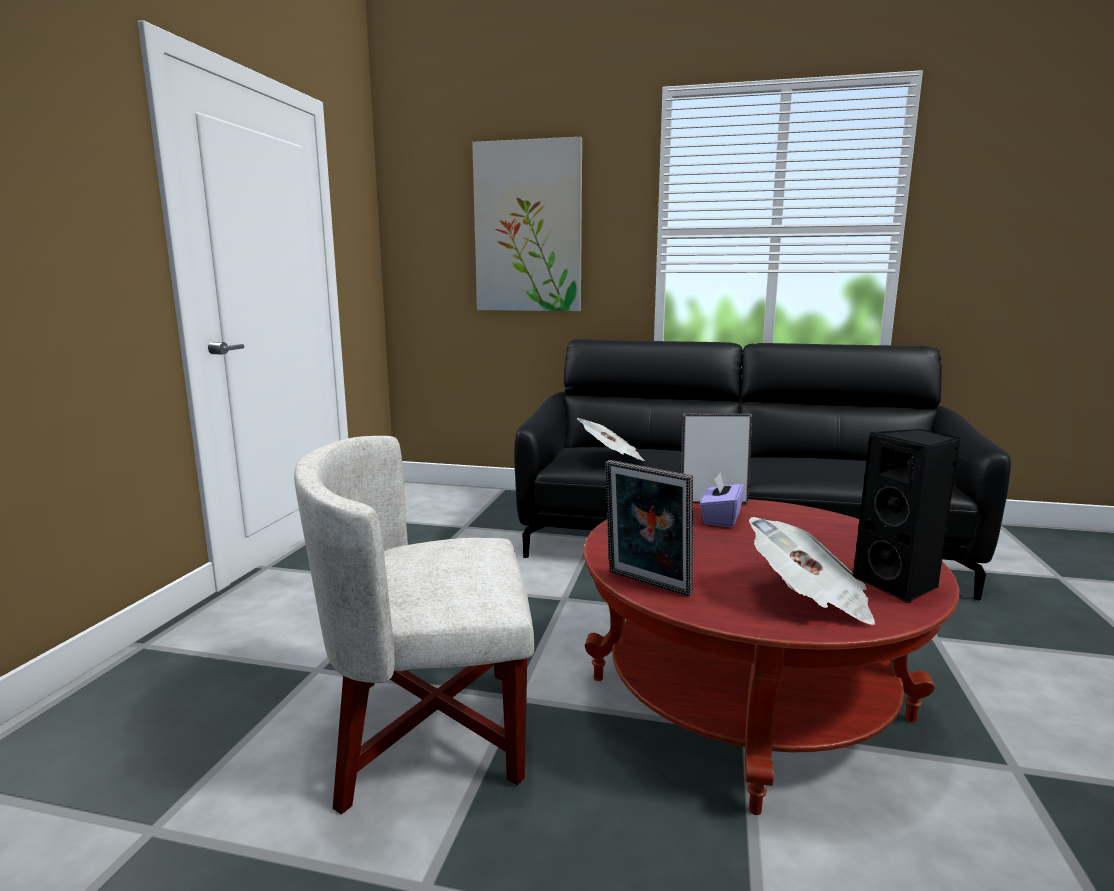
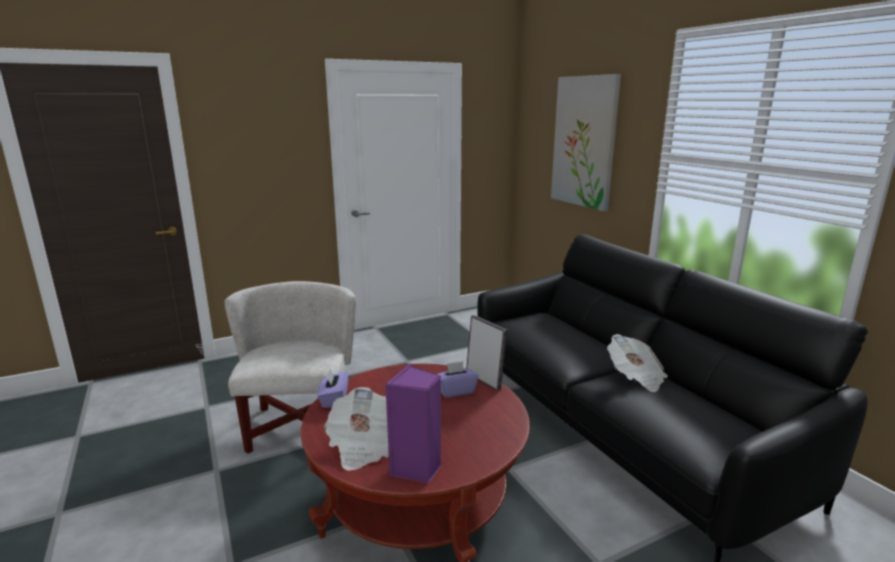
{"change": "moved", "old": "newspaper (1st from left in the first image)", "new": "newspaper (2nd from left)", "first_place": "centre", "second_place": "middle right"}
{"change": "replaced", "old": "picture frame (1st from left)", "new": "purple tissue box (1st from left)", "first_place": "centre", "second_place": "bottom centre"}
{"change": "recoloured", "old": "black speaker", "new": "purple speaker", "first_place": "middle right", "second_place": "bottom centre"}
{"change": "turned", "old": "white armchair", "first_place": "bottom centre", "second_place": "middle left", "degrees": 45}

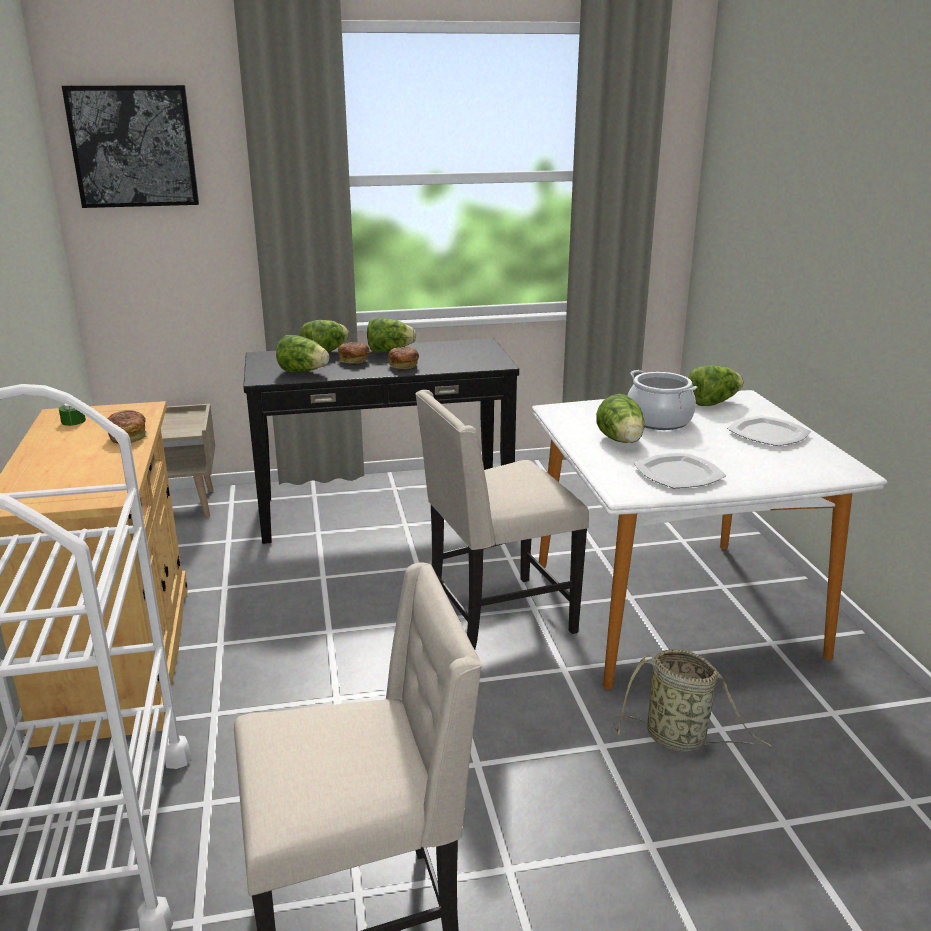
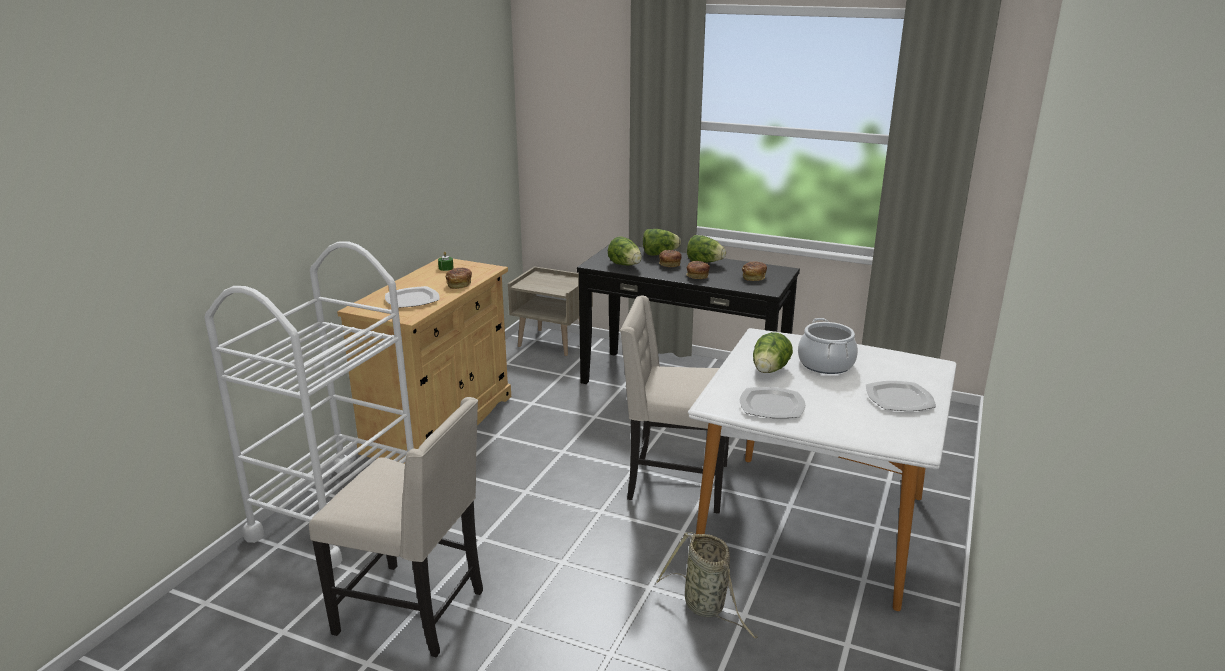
{"change": "removed", "old": "picture", "first_place": "top left"}
{"change": "removed", "old": "lettuce (5th from left)", "first_place": "middle right"}
{"change": "added", "new": "plate (1st from left)", "second_place": "centre"}
{"change": "added", "new": "bread (4th from left)", "second_place": "centre"}

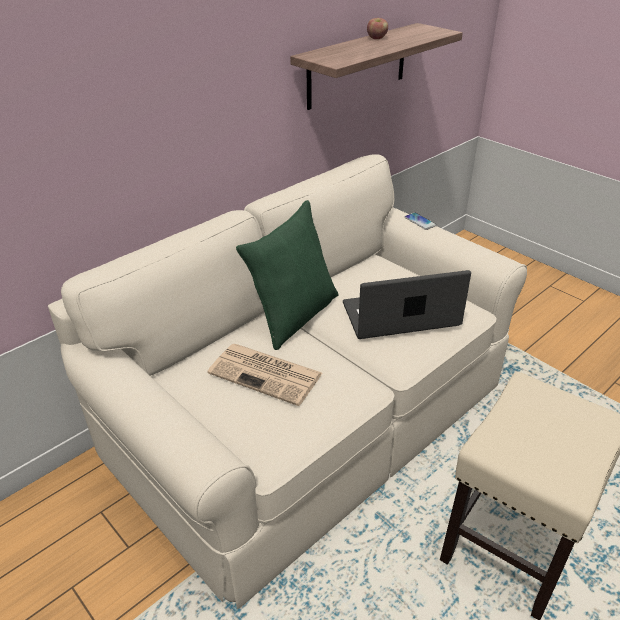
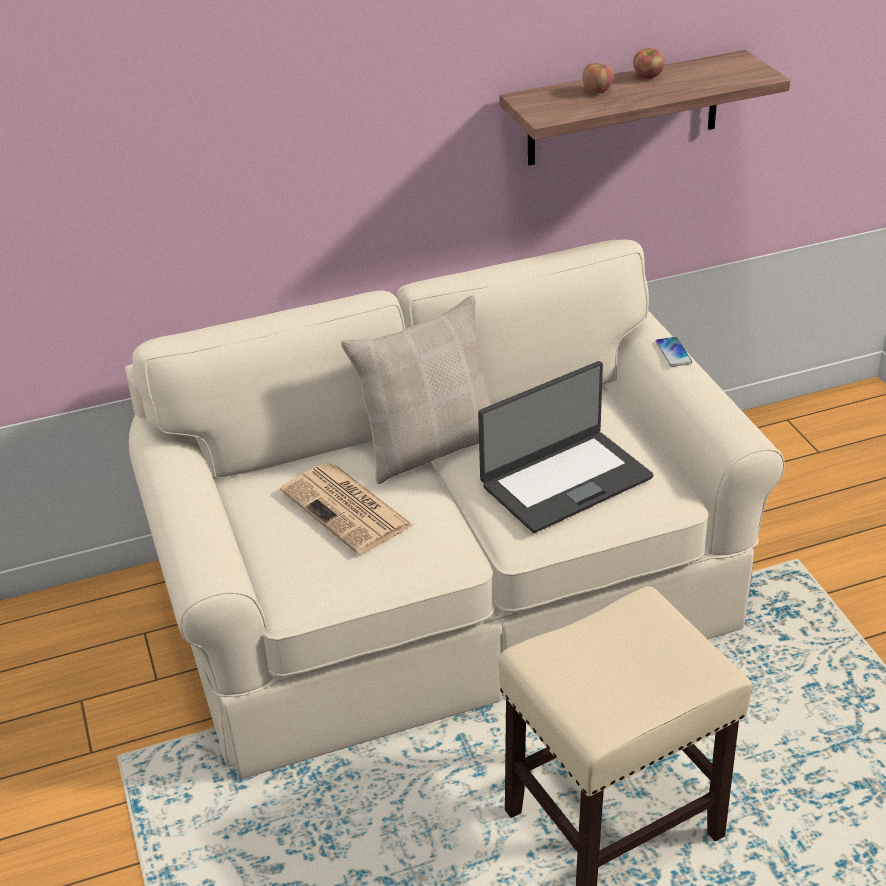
{"change": "added", "new": "apple (1st from left)", "second_place": "top right"}
{"change": "recoloured", "old": "green pillow", "new": "beige pillow", "first_place": "centre", "second_place": "centre"}
{"change": "turned", "old": "laptop", "first_place": "centre", "second_place": "centre", "degrees": 135}

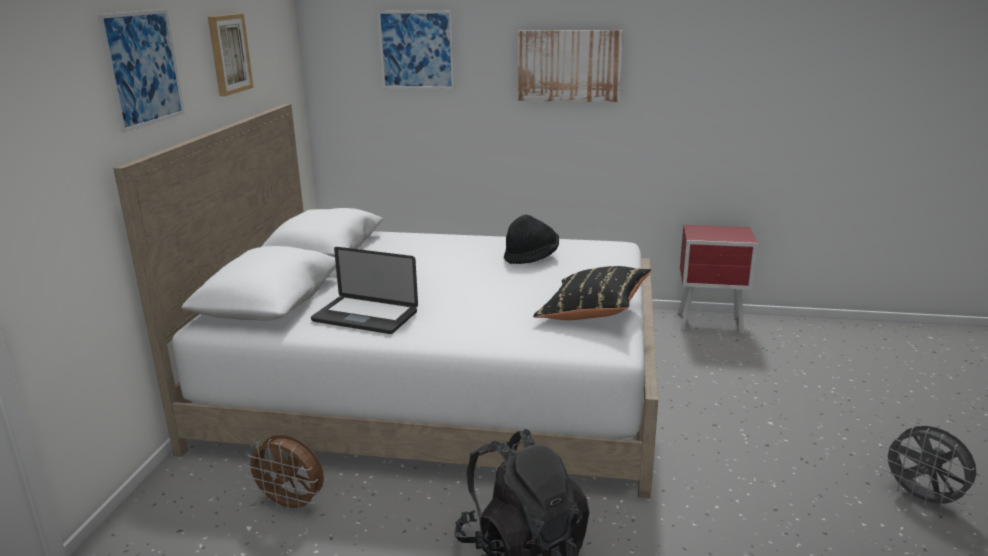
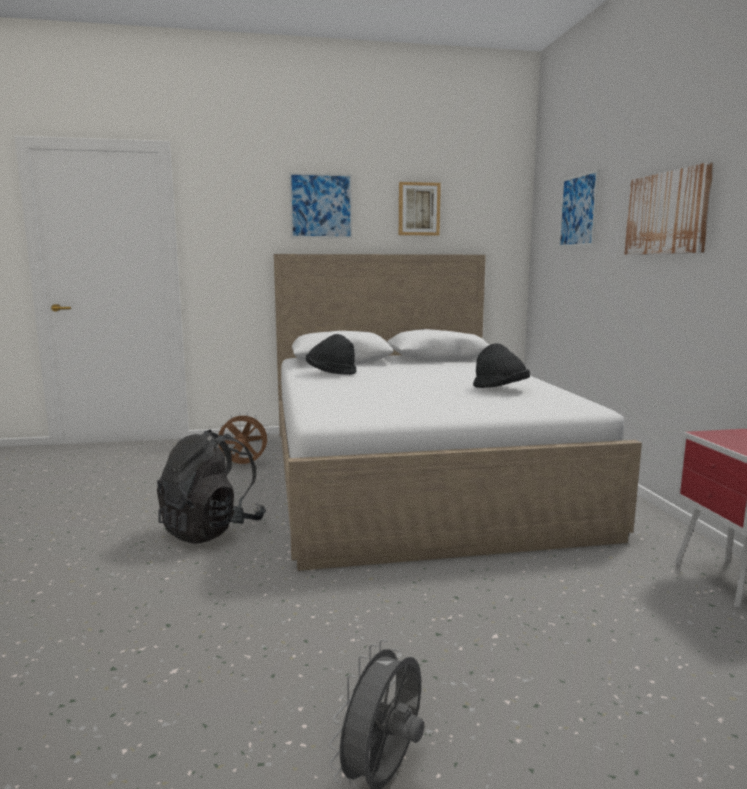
{"change": "removed", "old": "black pillow", "first_place": "centre"}
{"change": "replaced", "old": "laptop", "new": "black hat (1st from left)", "first_place": "centre", "second_place": "centre"}
{"change": "turned", "old": "brown fan", "first_place": "bottom left", "second_place": "middle left", "degrees": 90}

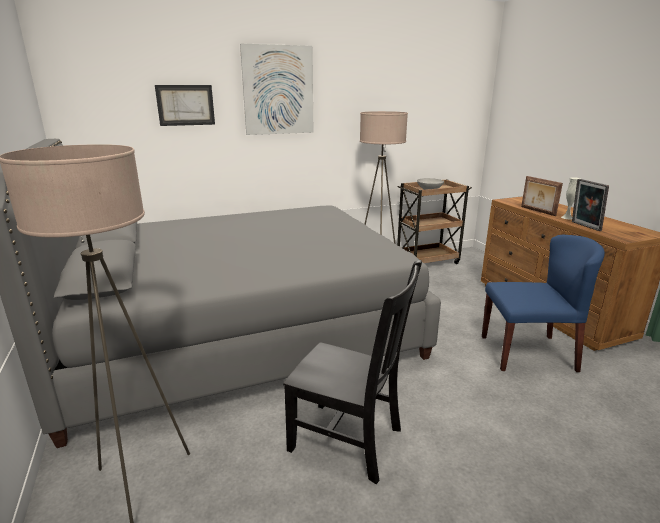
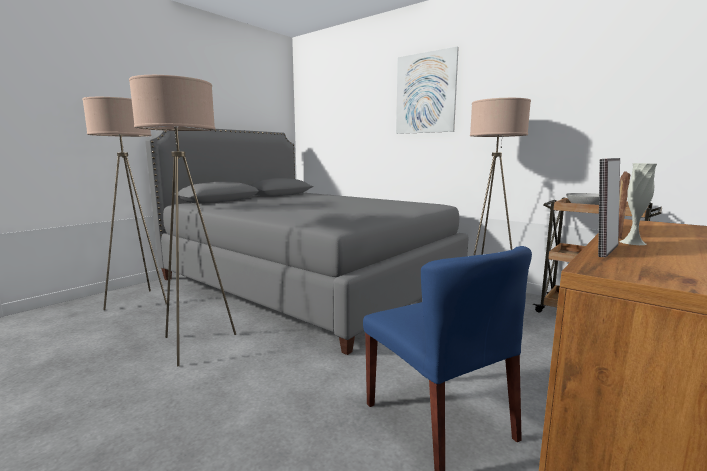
{"change": "removed", "old": "picture (1st from left)", "first_place": "top left"}
{"change": "replaced", "old": "black chair", "new": "beige floor lamp (2nd from left)", "first_place": "bottom centre", "second_place": "middle left"}

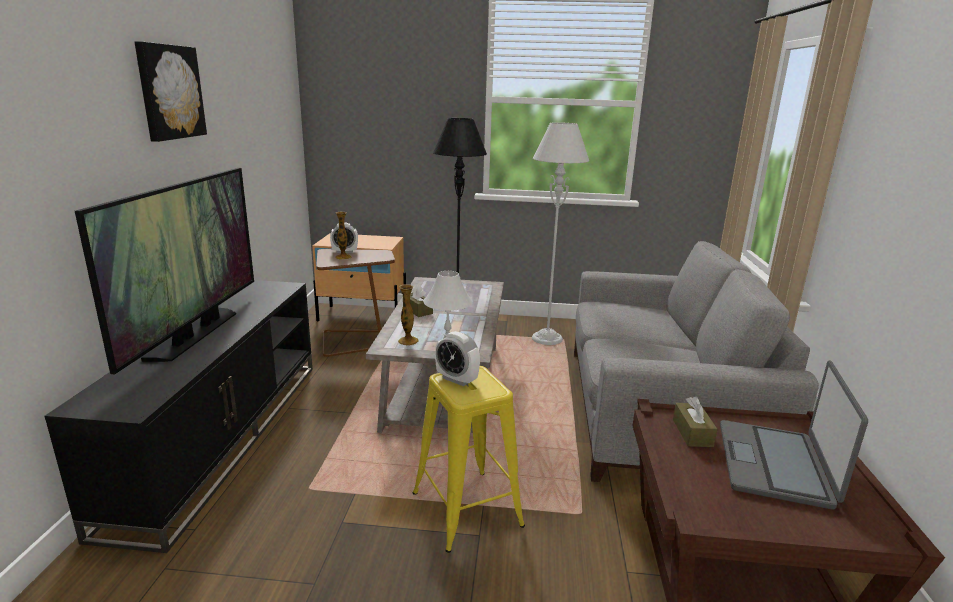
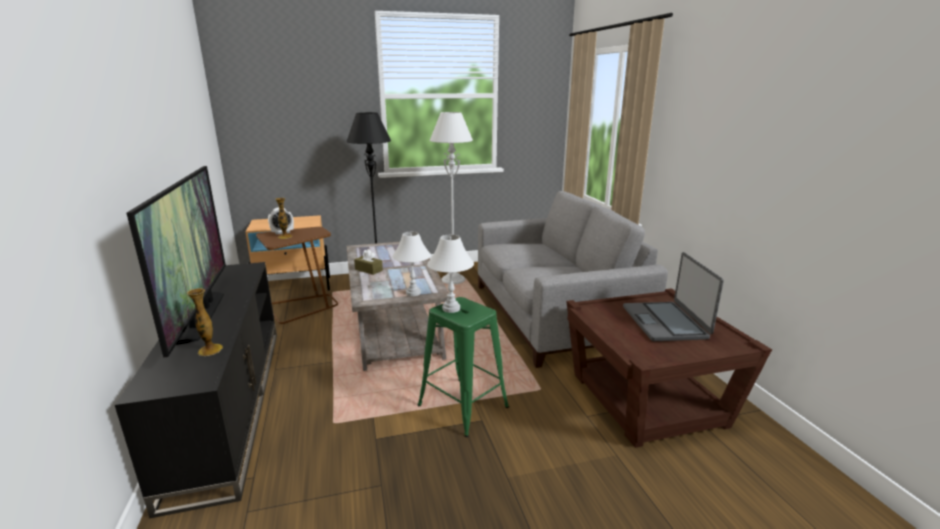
{"change": "removed", "old": "picture", "first_place": "top left"}
{"change": "removed", "old": "brown tissue box (2nd from left)", "first_place": "bottom right"}
{"change": "moved", "old": "vase (2nd from left in the first image)", "new": "vase (1st from left)", "first_place": "centre", "second_place": "middle left"}
{"change": "replaced", "old": "alarm clock (2nd from left)", "new": "white table lamp (2nd from left)", "first_place": "centre", "second_place": "centre"}
{"change": "recoloured", "old": "yellow stool", "new": "green stool", "first_place": "bottom centre", "second_place": "bottom centre"}

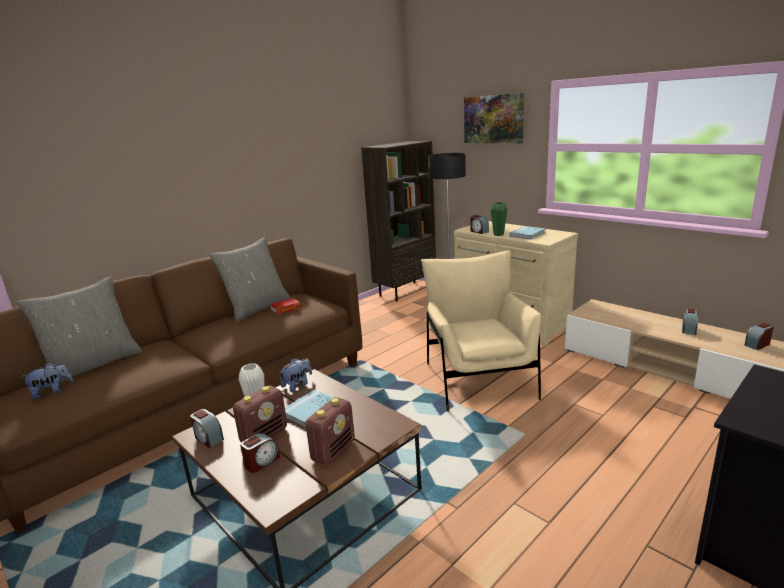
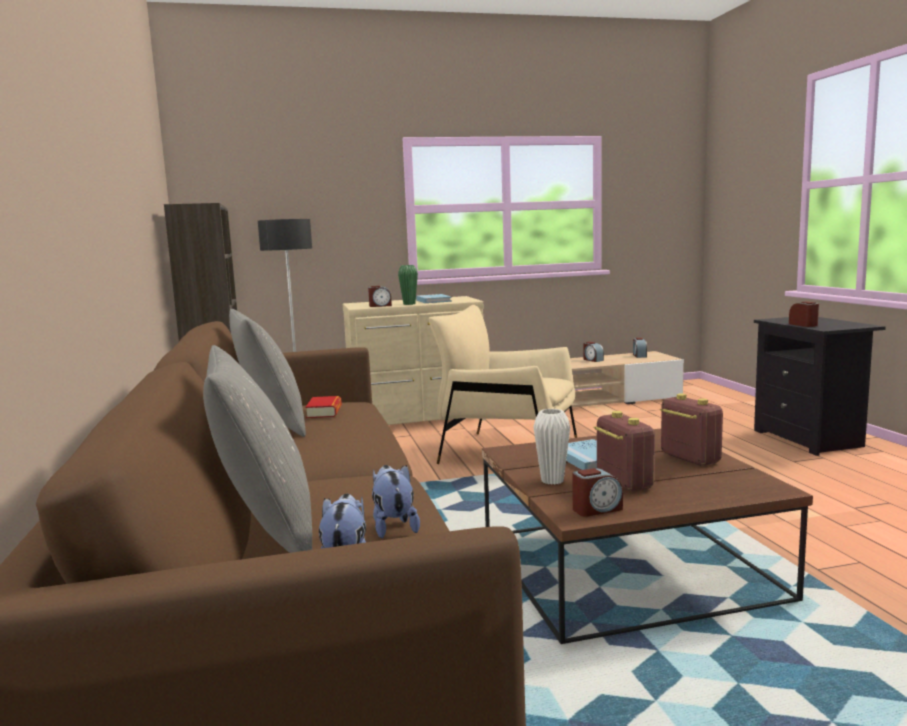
{"change": "removed", "old": "picture", "first_place": "top centre"}
{"change": "moved", "old": "alarm clock (2nd from left in the first image)", "new": "alarm clock (5th from left)", "first_place": "bottom left", "second_place": "middle right"}
{"change": "moved", "old": "plush toy (2nd from left)", "first_place": "centre", "second_place": "bottom centre"}

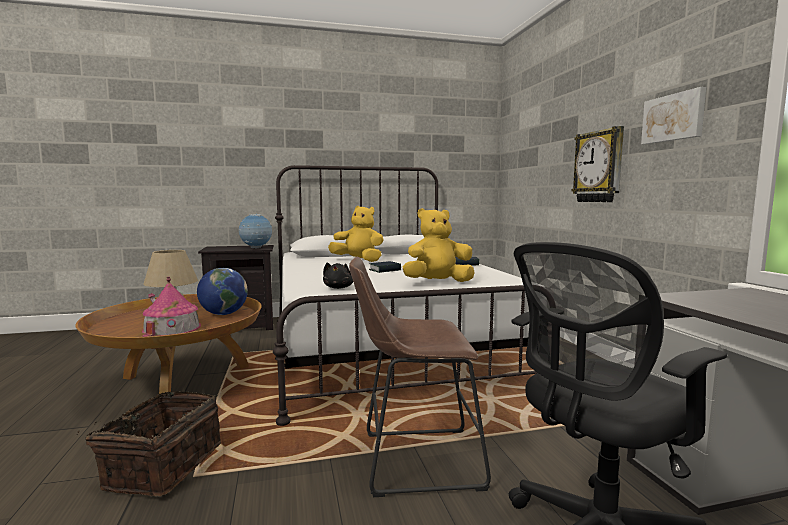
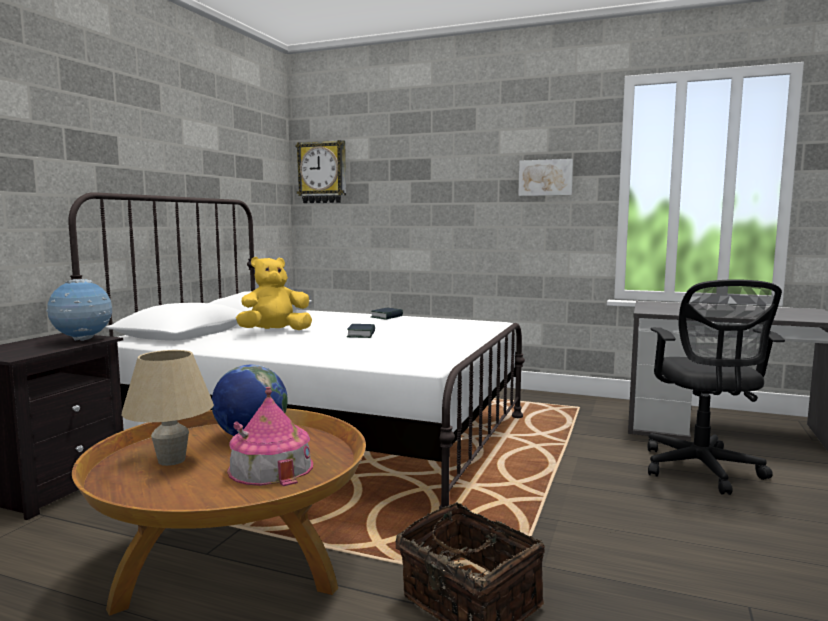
{"change": "removed", "old": "black plush toy", "first_place": "centre"}
{"change": "removed", "old": "brown stool", "first_place": "bottom centre"}
{"change": "removed", "old": "yellow plush toy (2nd from left)", "first_place": "centre"}
{"change": "moved", "old": "wall clock", "first_place": "top right", "second_place": "top centre"}

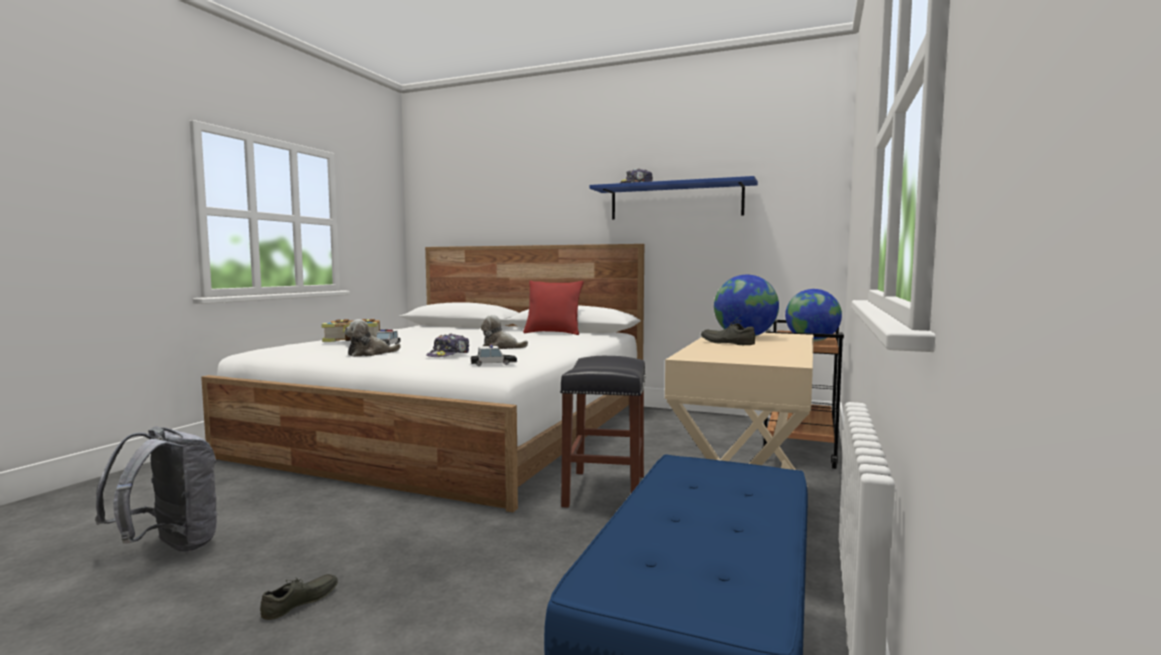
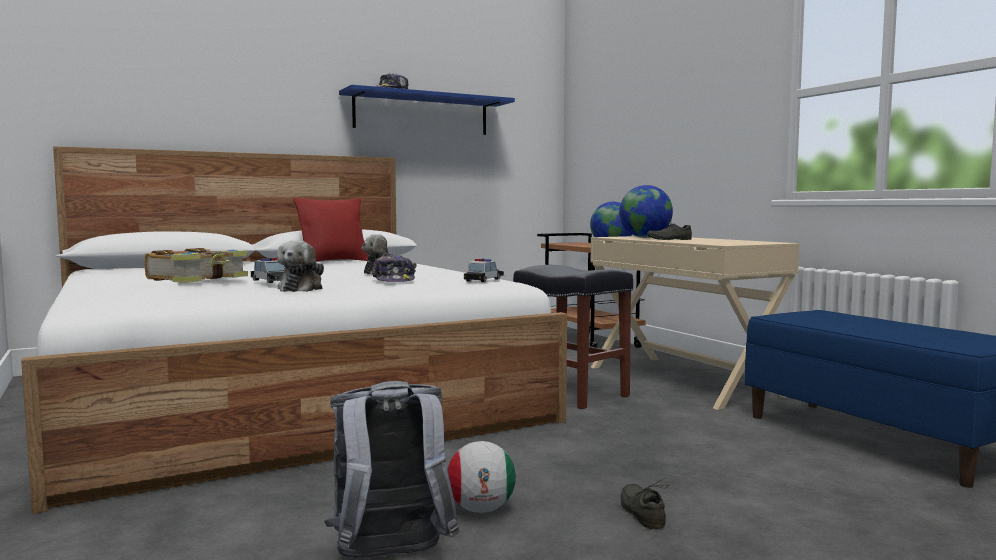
{"change": "added", "new": "football", "second_place": "bottom centre"}

